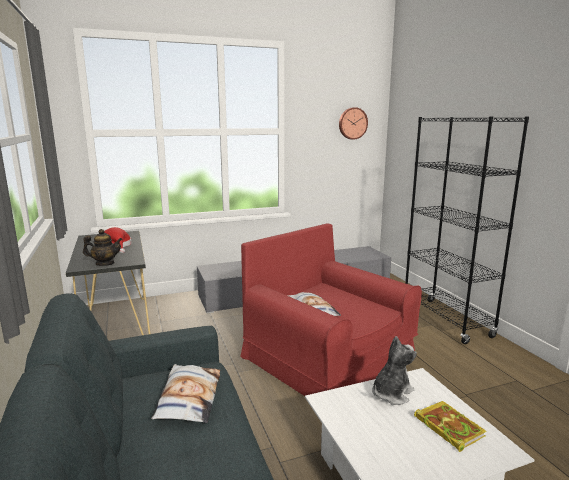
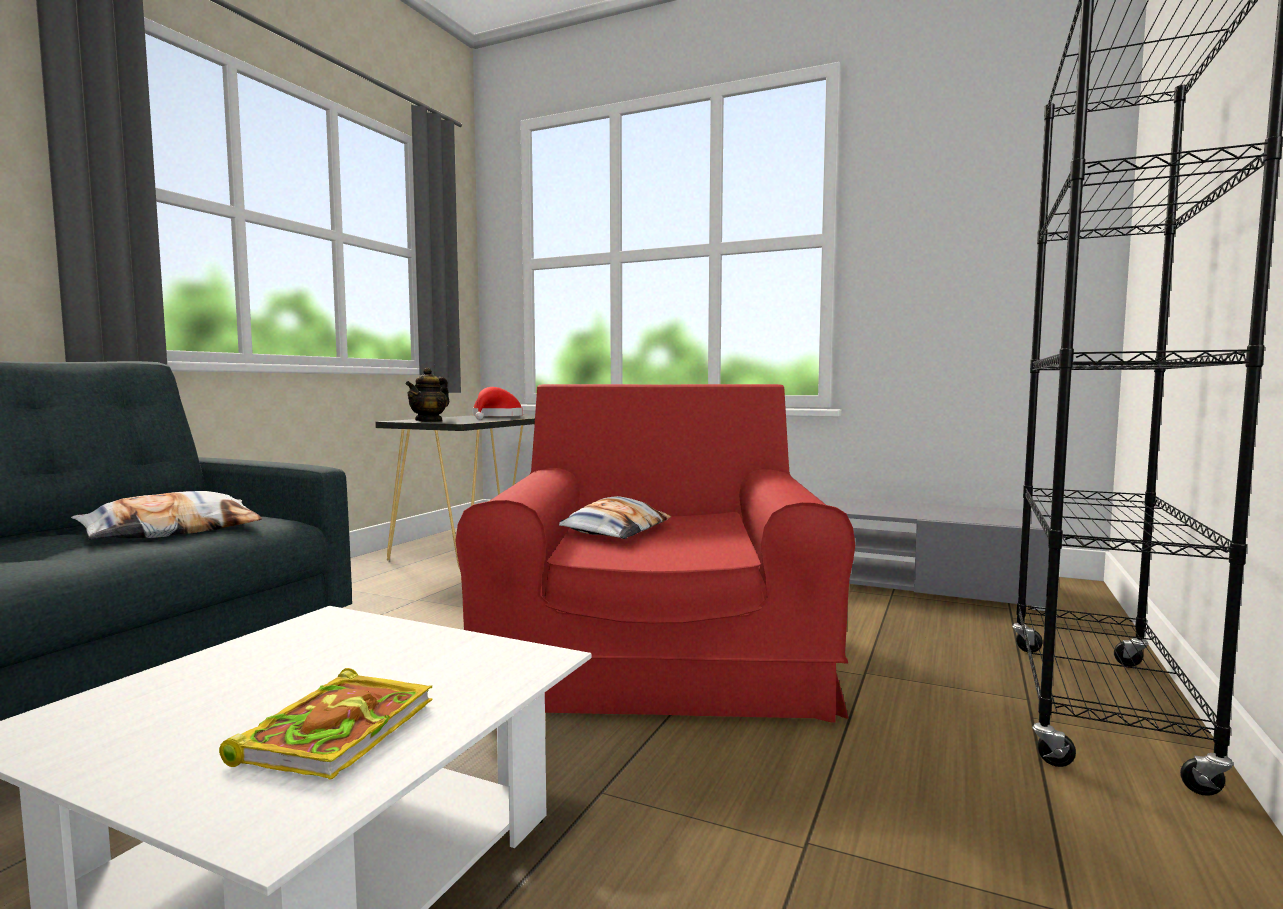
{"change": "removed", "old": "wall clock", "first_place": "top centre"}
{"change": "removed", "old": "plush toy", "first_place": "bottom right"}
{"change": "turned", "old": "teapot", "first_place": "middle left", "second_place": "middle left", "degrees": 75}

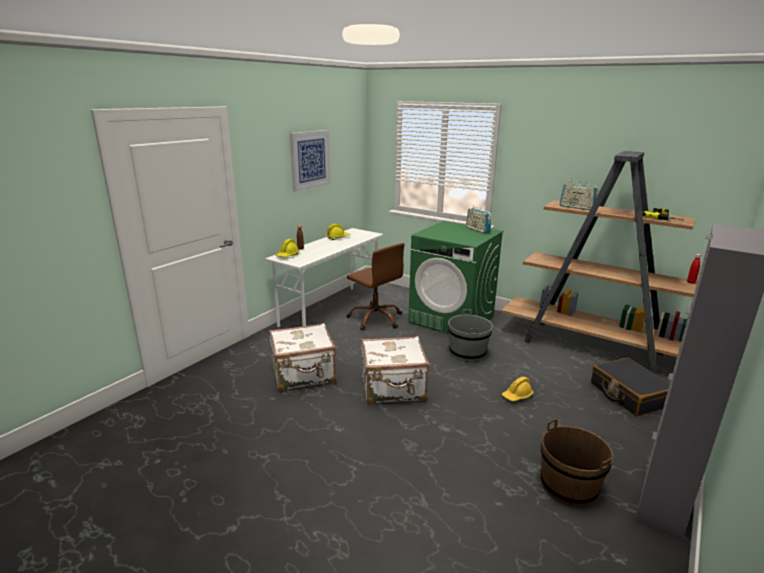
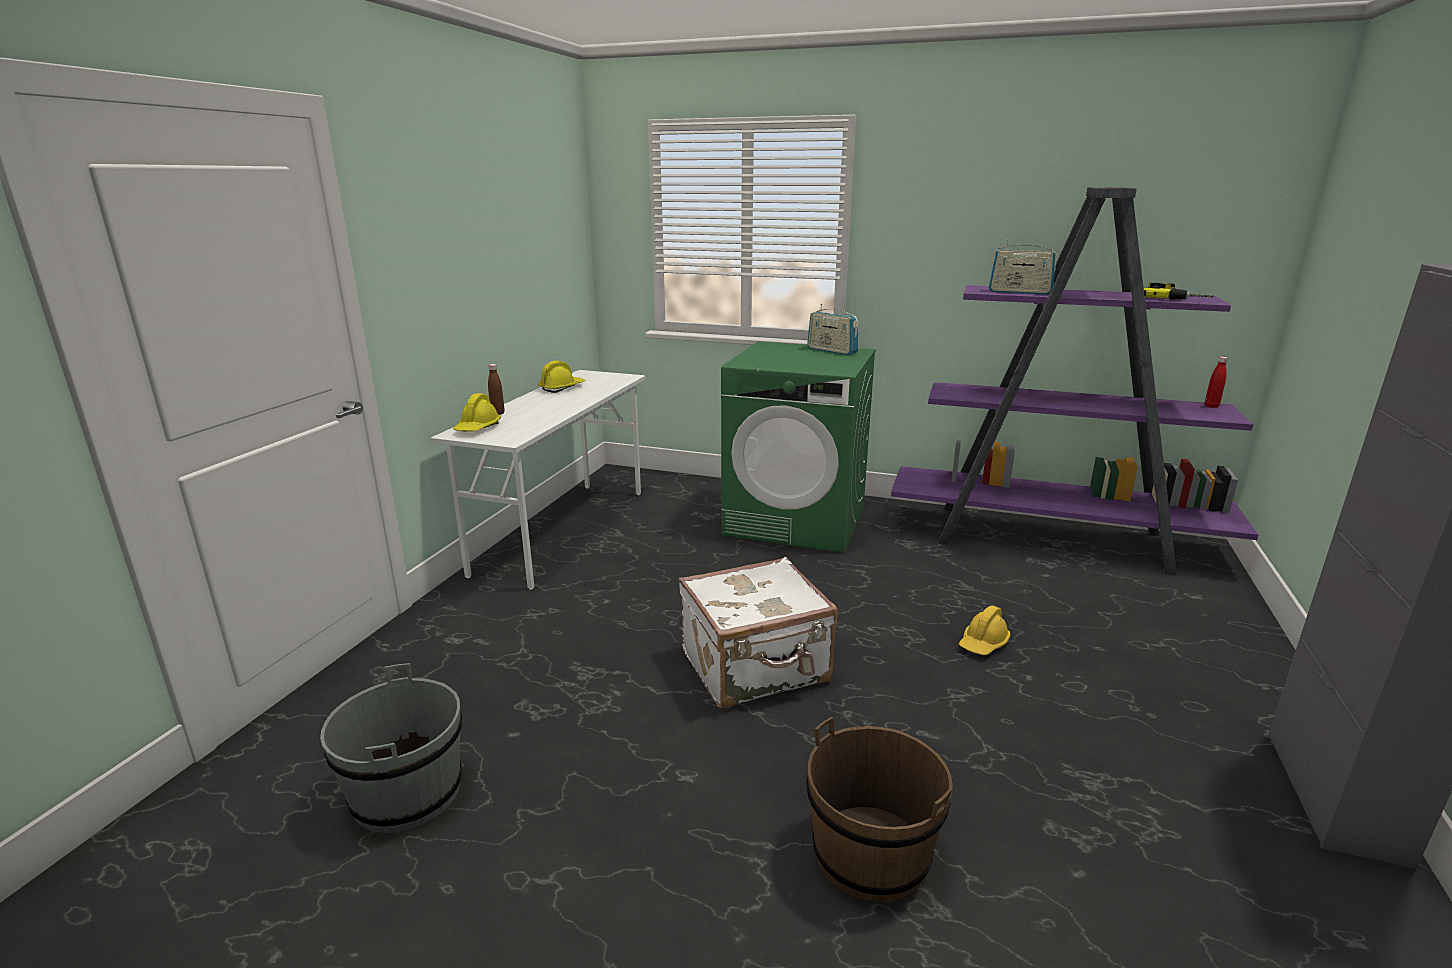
{"change": "removed", "old": "white suitcase (1st from left)", "first_place": "centre"}
{"change": "removed", "old": "picture", "first_place": "top centre"}
{"change": "removed", "old": "brown office chair", "first_place": "centre"}
{"change": "removed", "old": "black suitcase", "first_place": "bottom right"}
{"change": "moved", "old": "grey bucket", "first_place": "centre", "second_place": "bottom left"}
{"change": "moved", "old": "brown bucket", "first_place": "bottom right", "second_place": "bottom centre"}
{"change": "recoloured", "old": "brown bookcase", "new": "purple bookcase", "first_place": "middle right", "second_place": "middle right"}

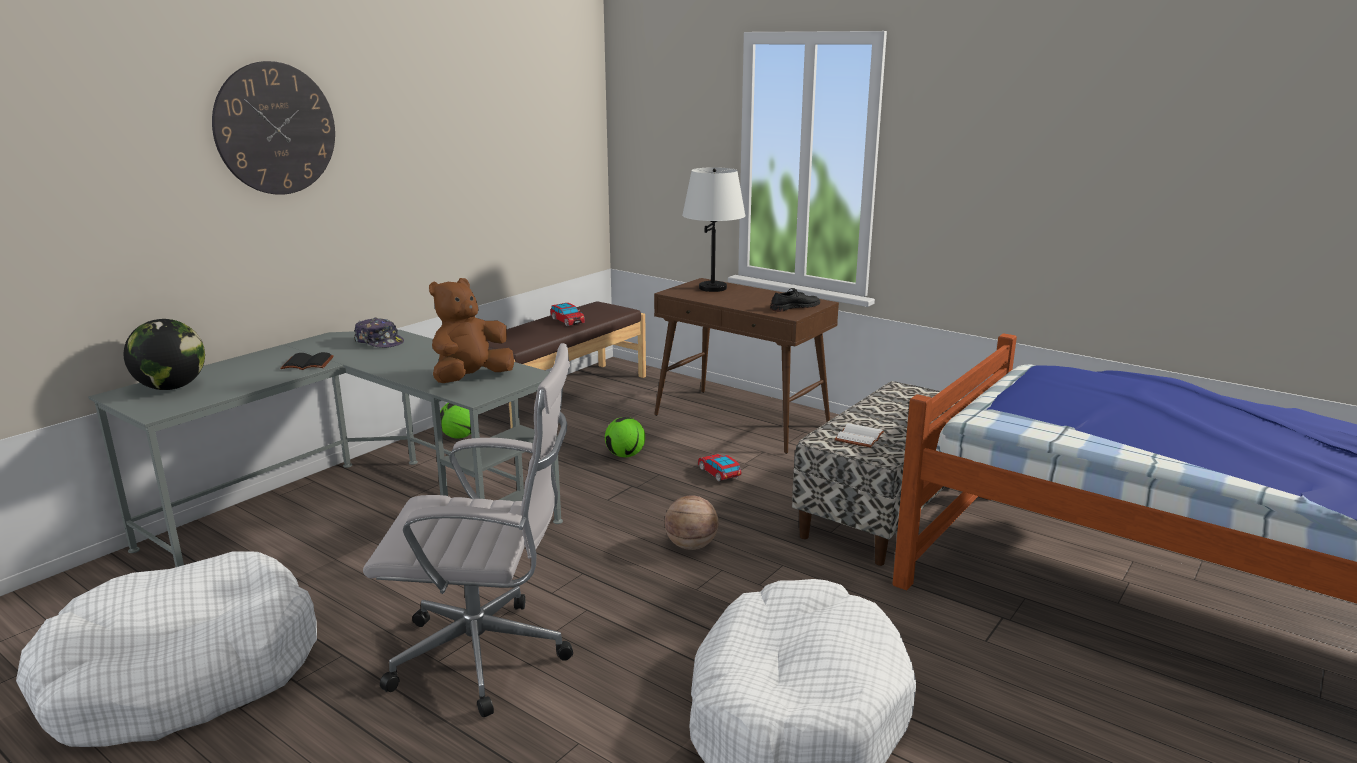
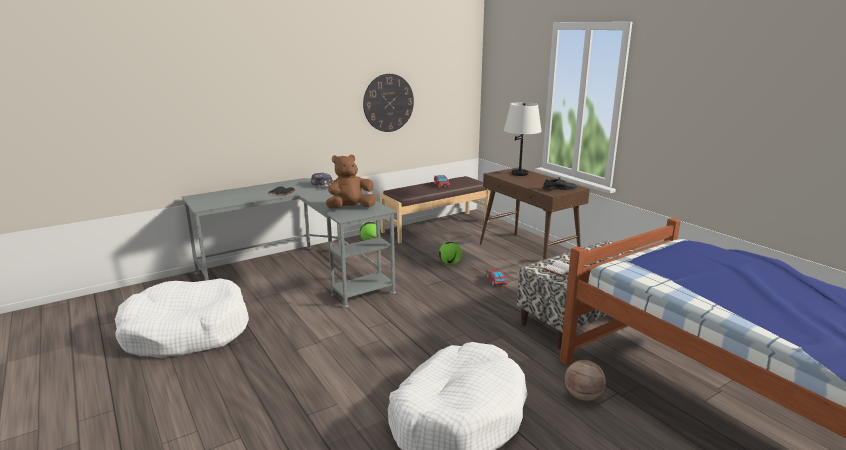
{"change": "removed", "old": "globe", "first_place": "middle left"}
{"change": "removed", "old": "white office chair", "first_place": "bottom centre"}
{"change": "moved", "old": "wall clock", "first_place": "top left", "second_place": "top centre"}
{"change": "moved", "old": "basketball", "first_place": "bottom centre", "second_place": "bottom right"}

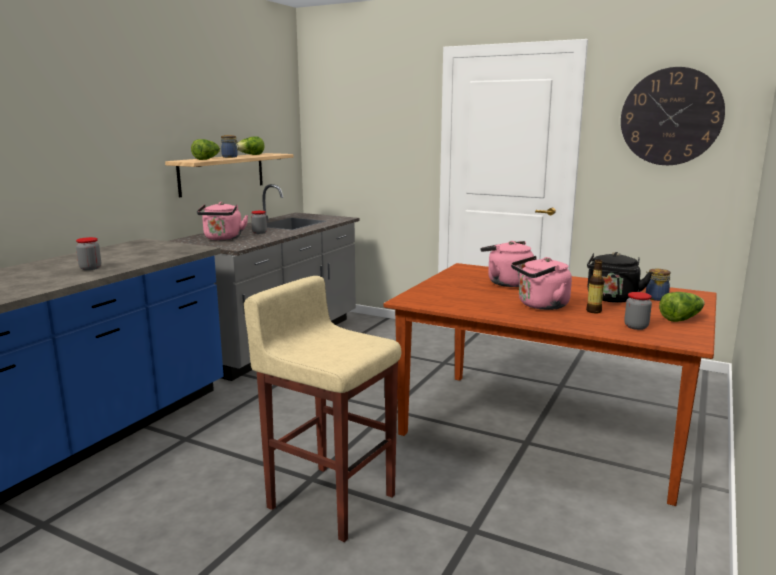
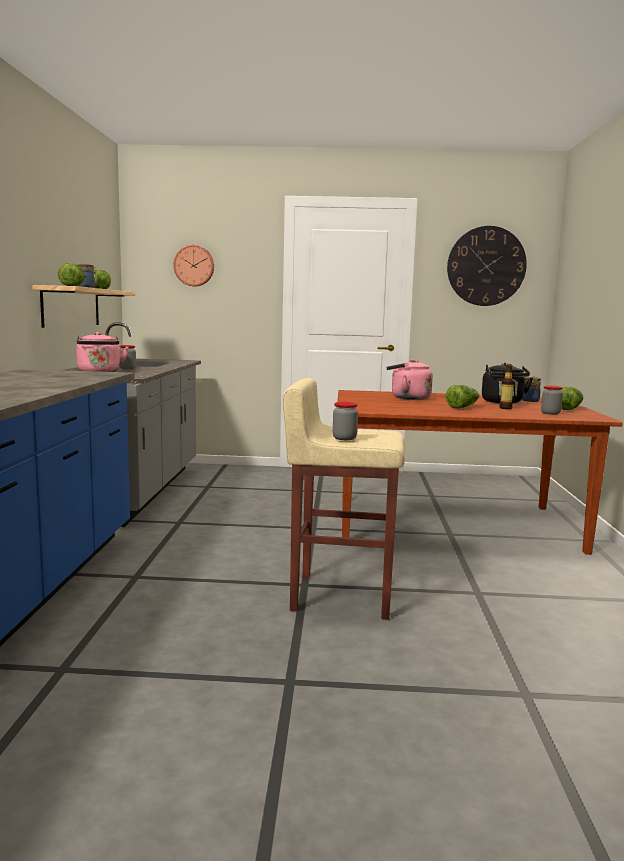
{"change": "added", "new": "wall clock (1st from left)", "second_place": "top left"}
{"change": "moved", "old": "jar (1st from left in the first image)", "new": "jar (3rd from left)", "first_place": "middle left", "second_place": "centre"}
{"change": "replaced", "old": "pink kettle (3rd from left)", "new": "lettuce (3rd from left)", "first_place": "middle right", "second_place": "middle right"}

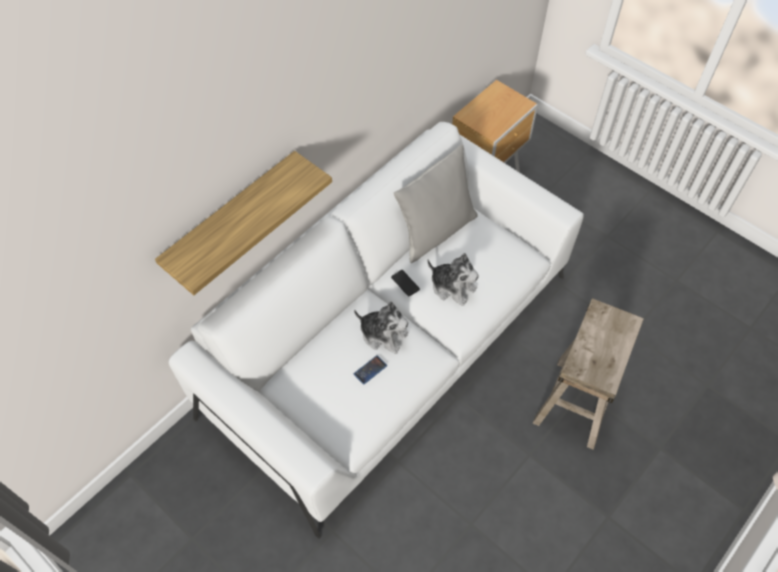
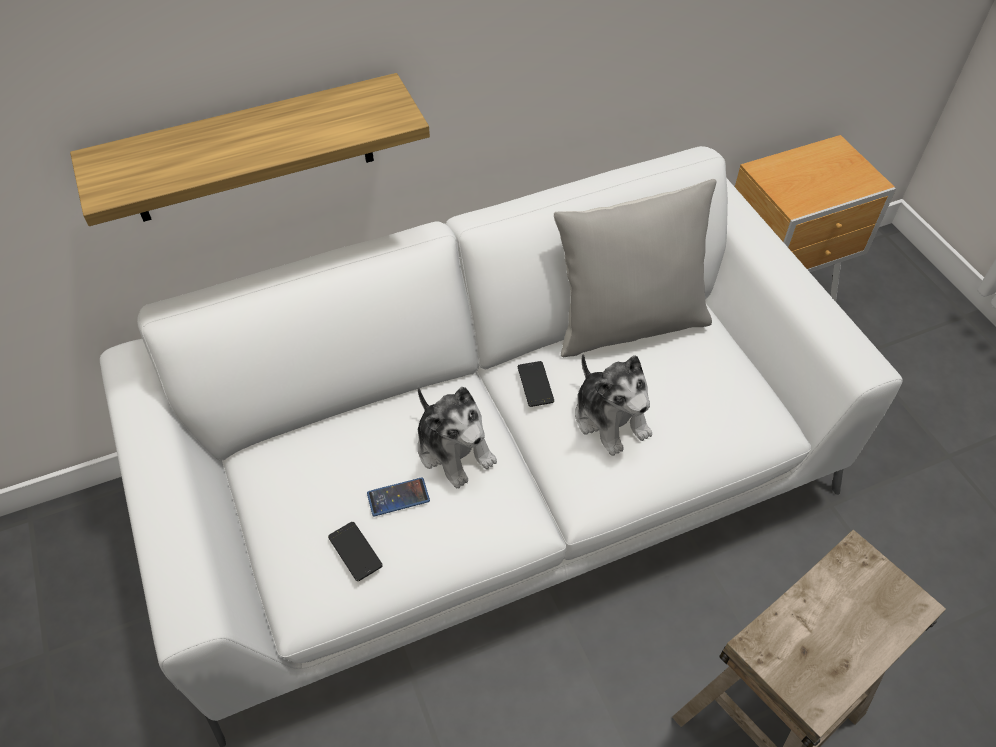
{"change": "added", "new": "phone (1st from left)", "second_place": "bottom centre"}

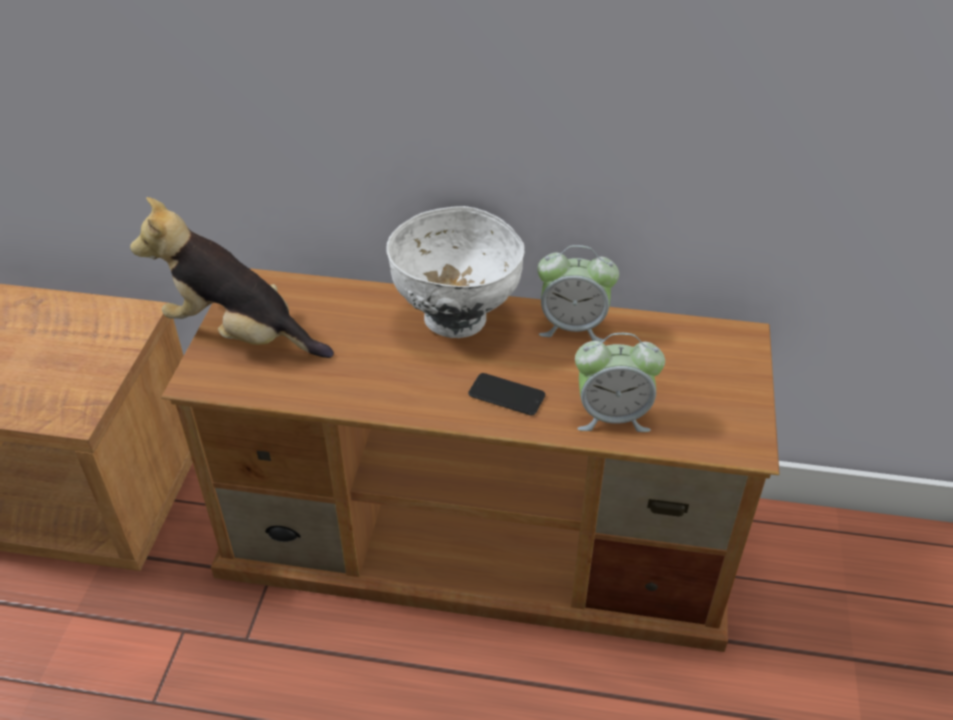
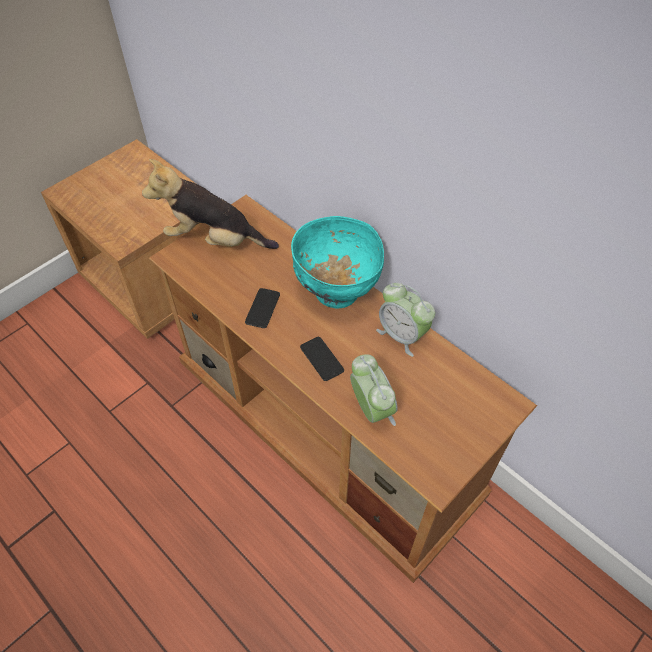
{"change": "added", "new": "phone (1st from left)", "second_place": "centre"}
{"change": "recoloured", "old": "white bowl", "new": "turquoise bowl", "first_place": "centre", "second_place": "centre"}
{"change": "turned", "old": "plush toy", "first_place": "middle left", "second_place": "top left", "degrees": -45}
{"change": "turned", "old": "alarm clock (2nd from left in the first image)", "first_place": "centre", "second_place": "centre", "degrees": -150}

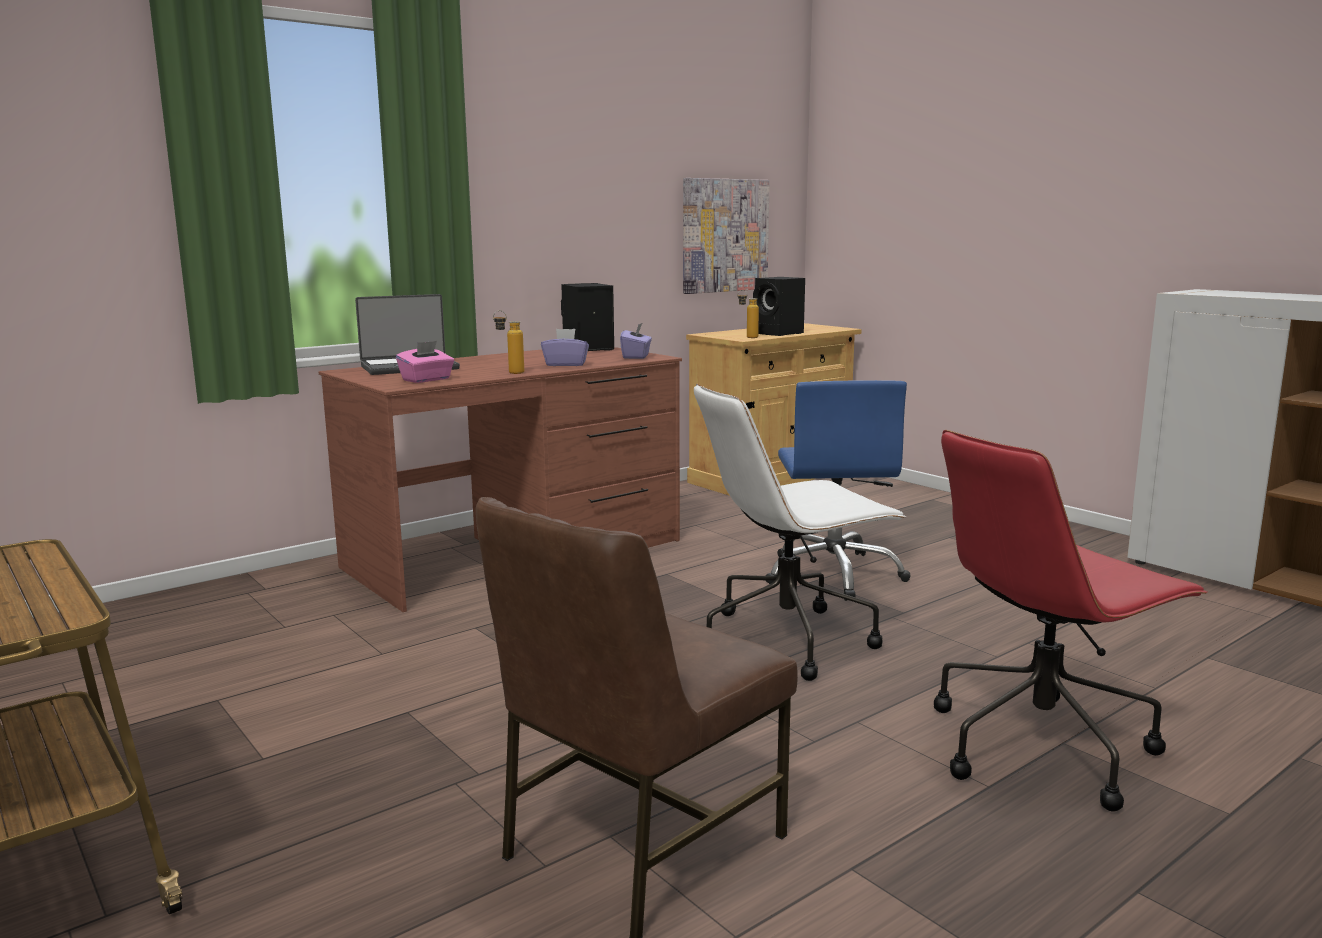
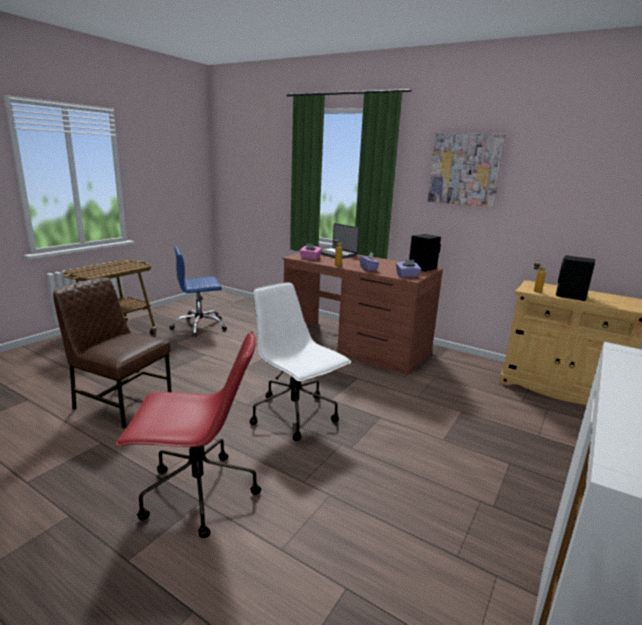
{"change": "moved", "old": "picture", "first_place": "top centre", "second_place": "top right"}
{"change": "moved", "old": "blue office chair", "first_place": "centre", "second_place": "middle left"}
{"change": "turned", "old": "red office chair", "first_place": "middle right", "second_place": "bottom left", "degrees": 135}

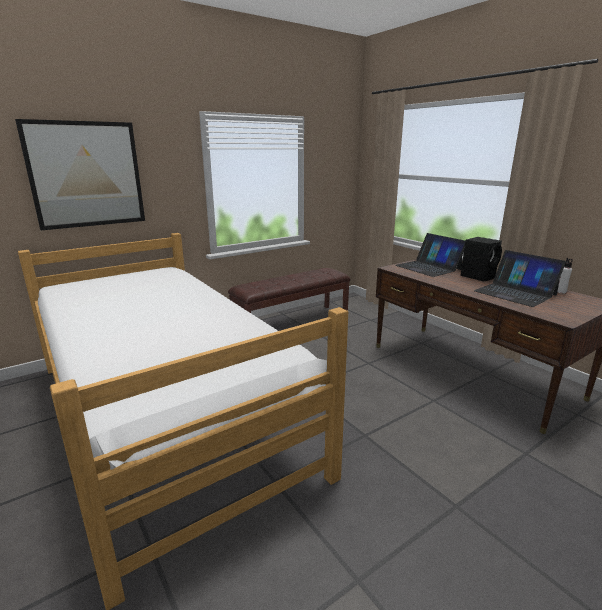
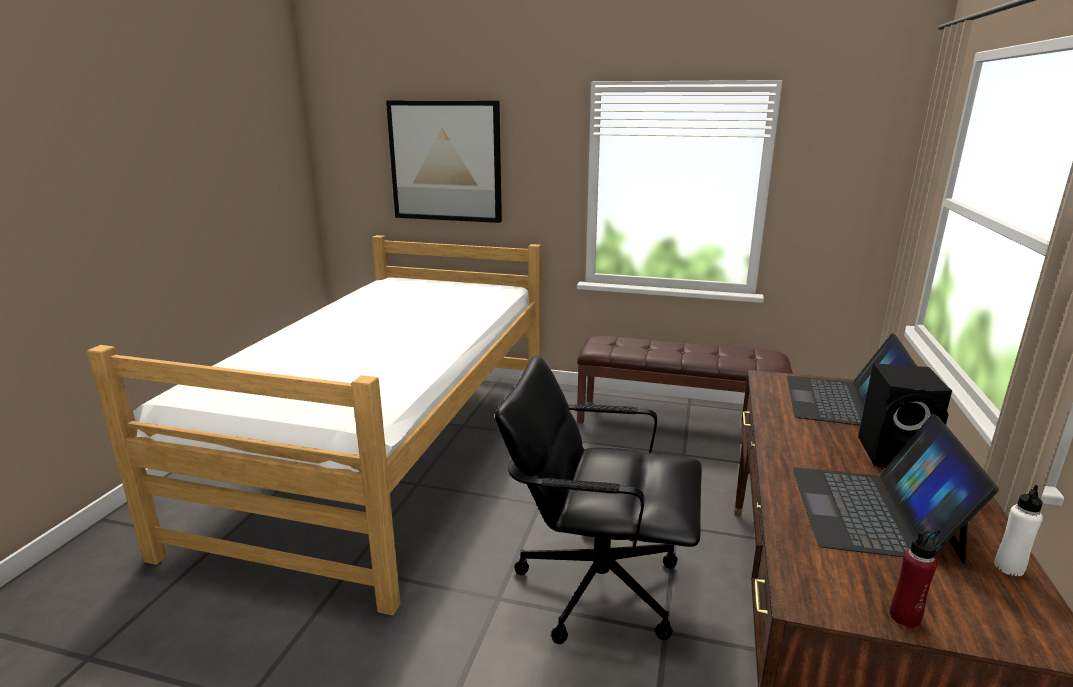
{"change": "added", "new": "black office chair", "second_place": "bottom centre"}
{"change": "added", "new": "red bottle", "second_place": "bottom right"}

